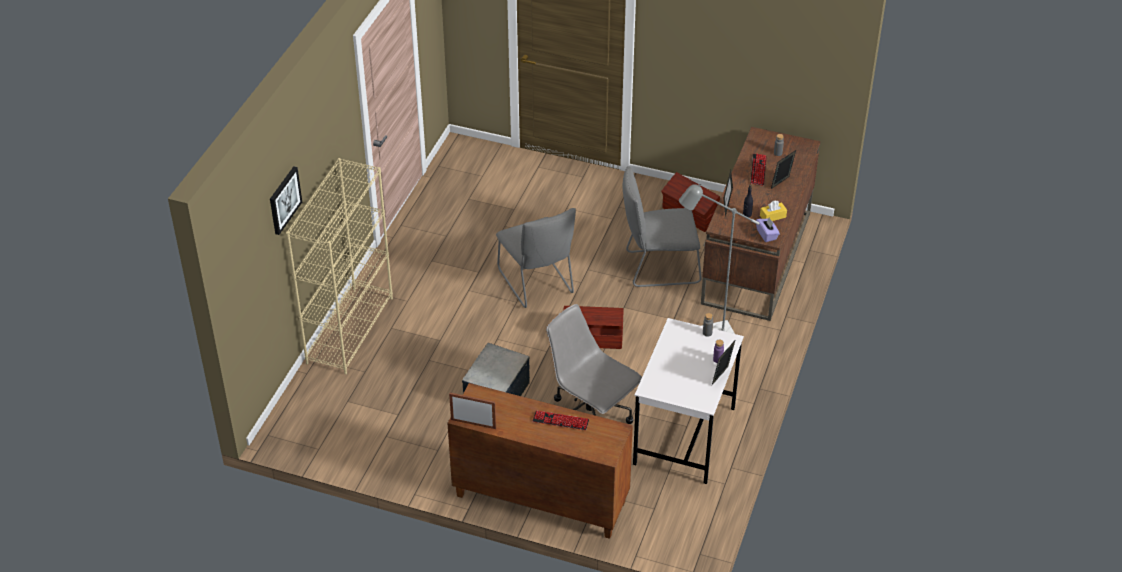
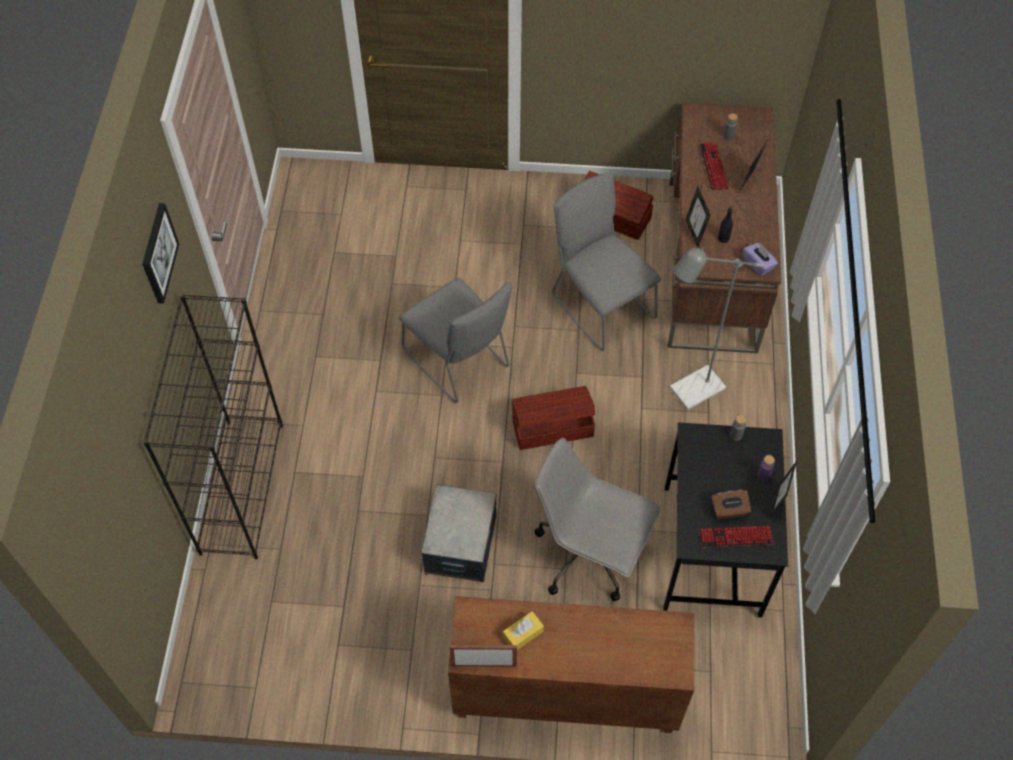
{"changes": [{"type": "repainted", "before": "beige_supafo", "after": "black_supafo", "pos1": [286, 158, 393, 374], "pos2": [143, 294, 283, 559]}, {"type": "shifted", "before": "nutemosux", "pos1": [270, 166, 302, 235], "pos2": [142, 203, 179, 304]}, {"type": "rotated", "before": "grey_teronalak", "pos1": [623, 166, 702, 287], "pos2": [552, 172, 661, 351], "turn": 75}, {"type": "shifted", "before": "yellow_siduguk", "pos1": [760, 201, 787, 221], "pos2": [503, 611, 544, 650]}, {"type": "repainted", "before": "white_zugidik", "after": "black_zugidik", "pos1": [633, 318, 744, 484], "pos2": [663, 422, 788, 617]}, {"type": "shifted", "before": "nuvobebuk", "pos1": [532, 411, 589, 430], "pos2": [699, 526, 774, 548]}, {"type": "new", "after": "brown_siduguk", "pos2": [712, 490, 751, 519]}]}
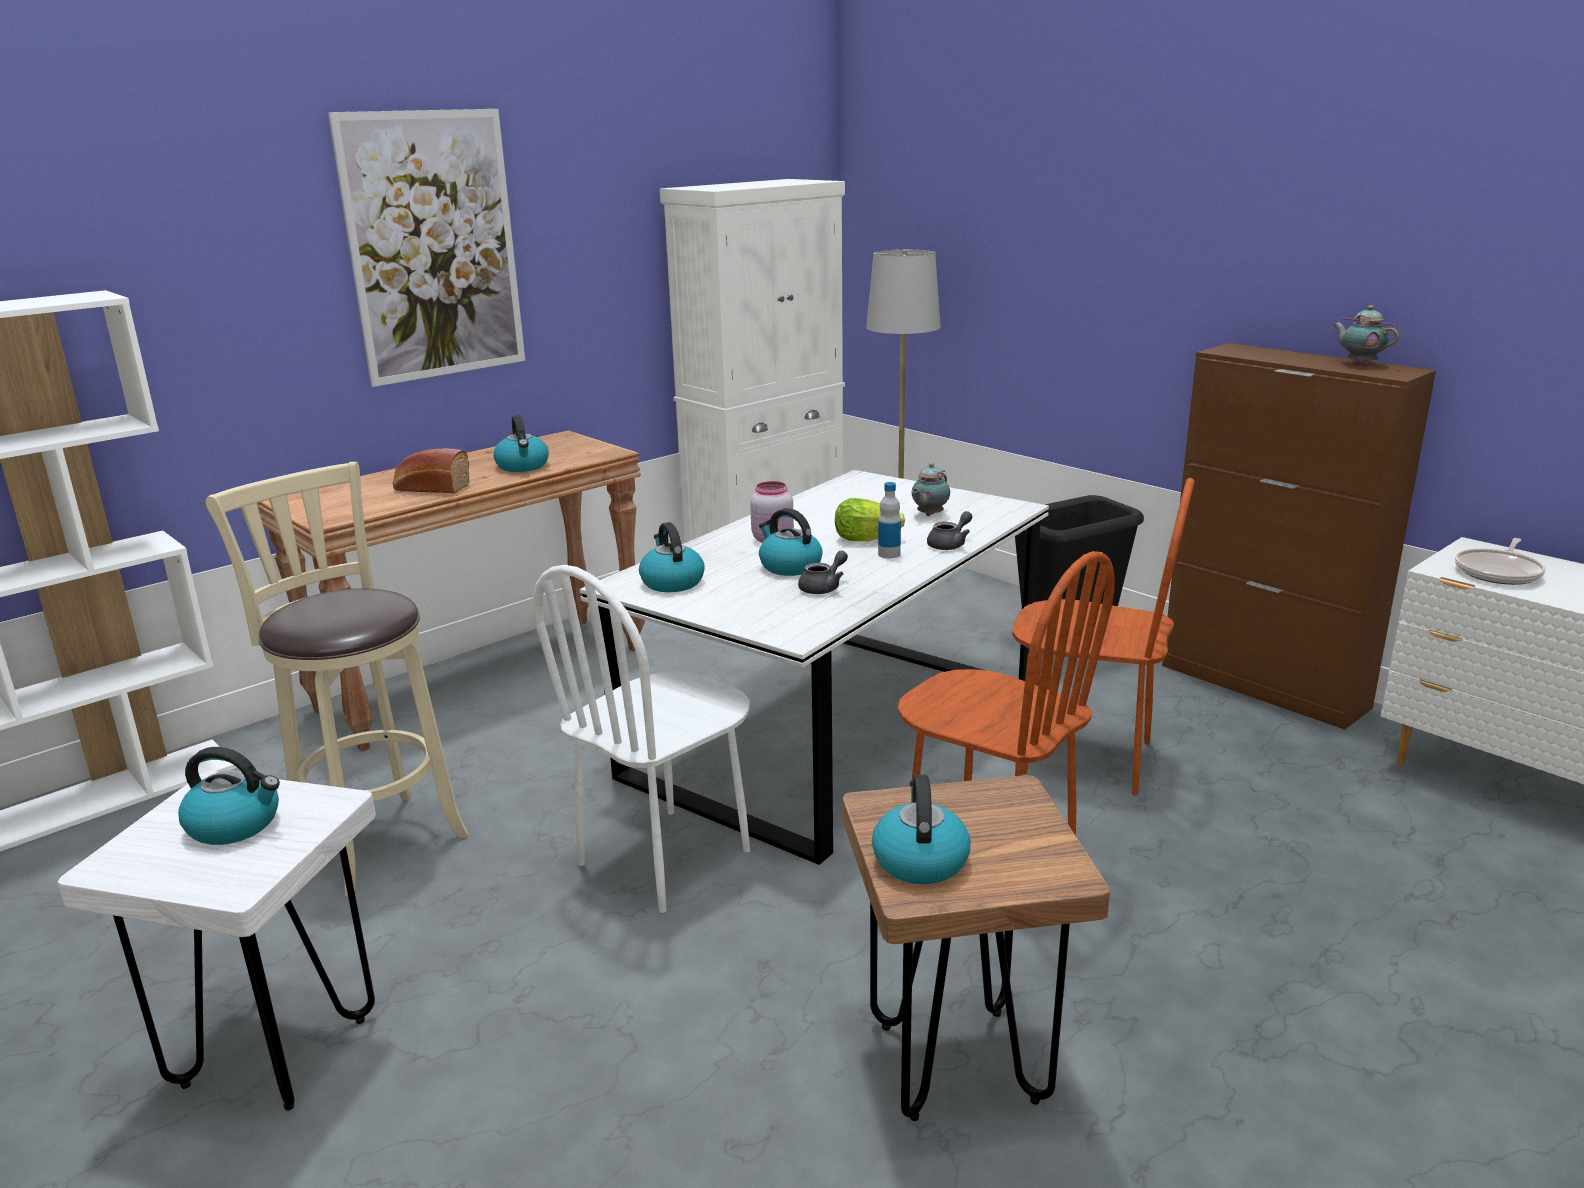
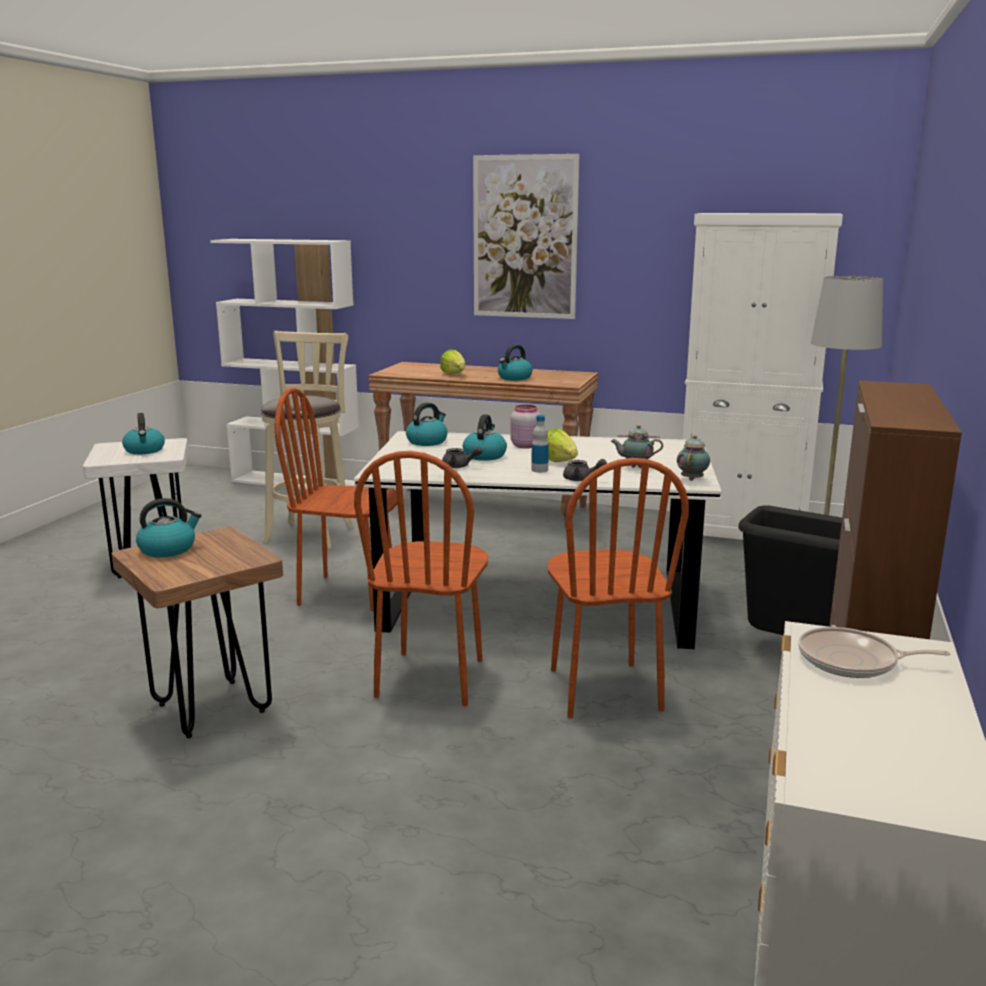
{"changes": [{"type": "shifted", "before": "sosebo", "pos1": [1333, 305, 1399, 365], "pos2": [677, 435, 710, 481]}, {"type": "swapped", "before": "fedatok", "after": "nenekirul", "pos1": [393, 448, 469, 494], "pos2": [440, 349, 465, 375]}, {"type": "repainted", "before": "white_teronalak", "after": "brown_teronalak", "pos1": [533, 565, 750, 913], "pos2": [275, 388, 397, 611]}]}
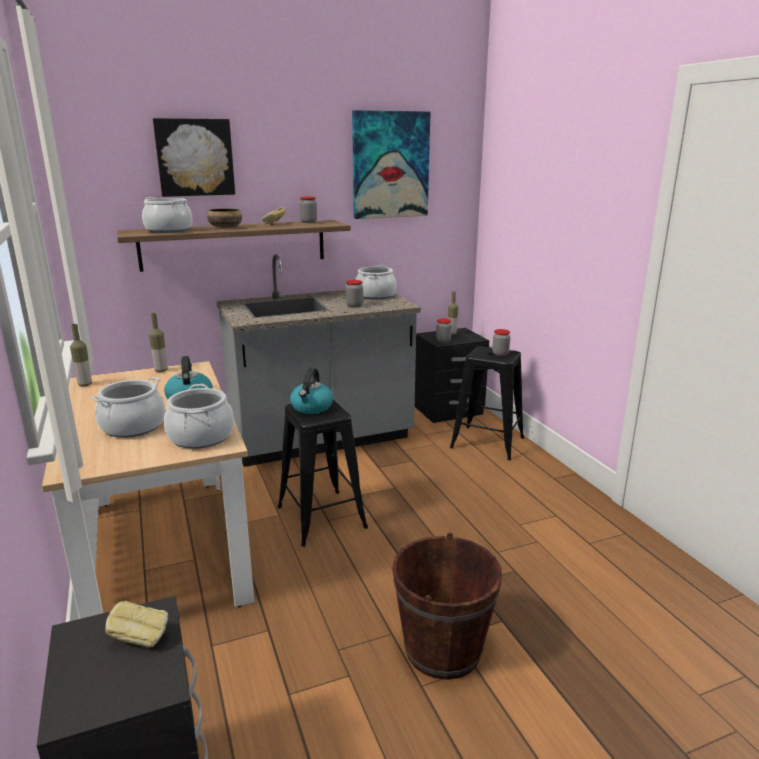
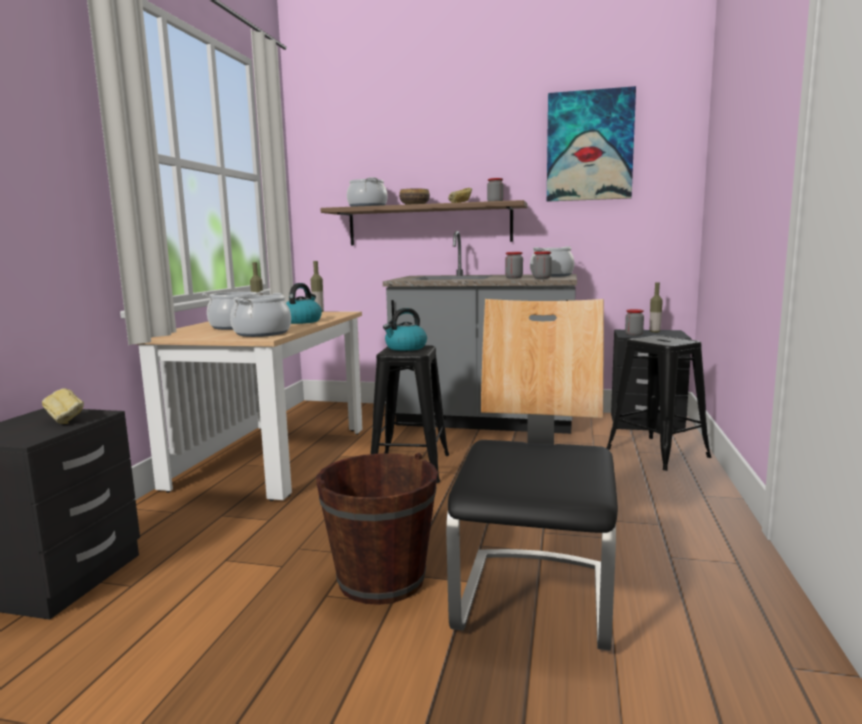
{"changes": [{"type": "gone", "before": "nutemosux", "pos1": [153, 118, 235, 197]}, {"type": "shifted", "before": "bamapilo", "pos1": [492, 329, 510, 356], "pos2": [533, 251, 552, 279]}, {"type": "new", "after": "teronalak", "pos2": [446, 299, 618, 651]}]}
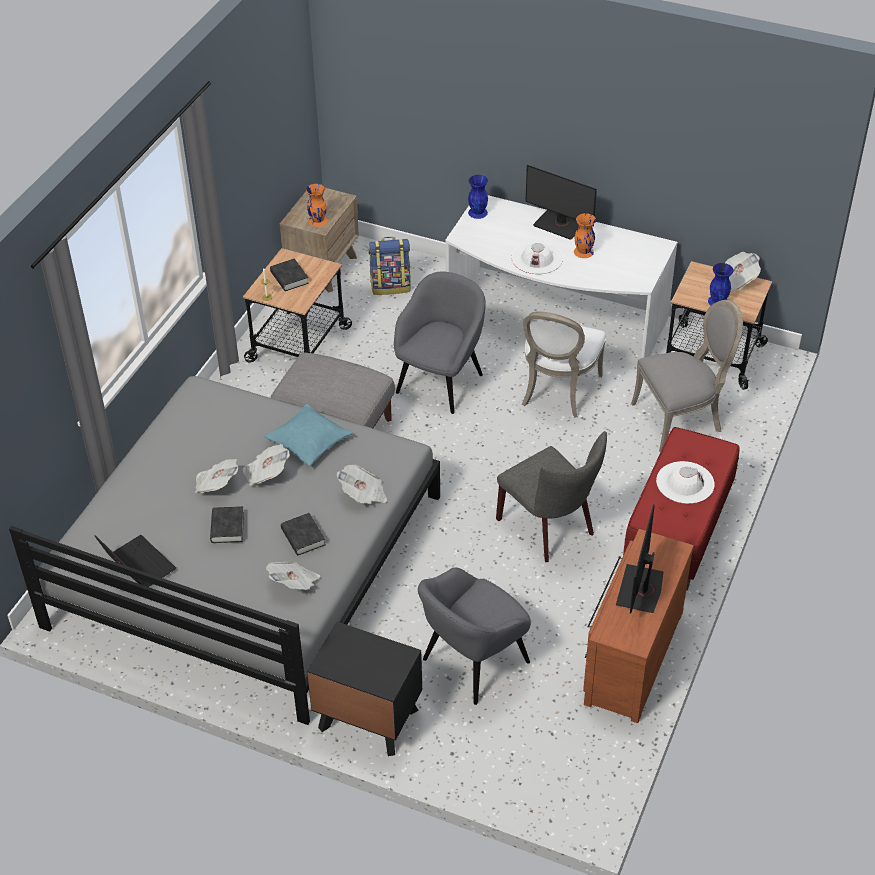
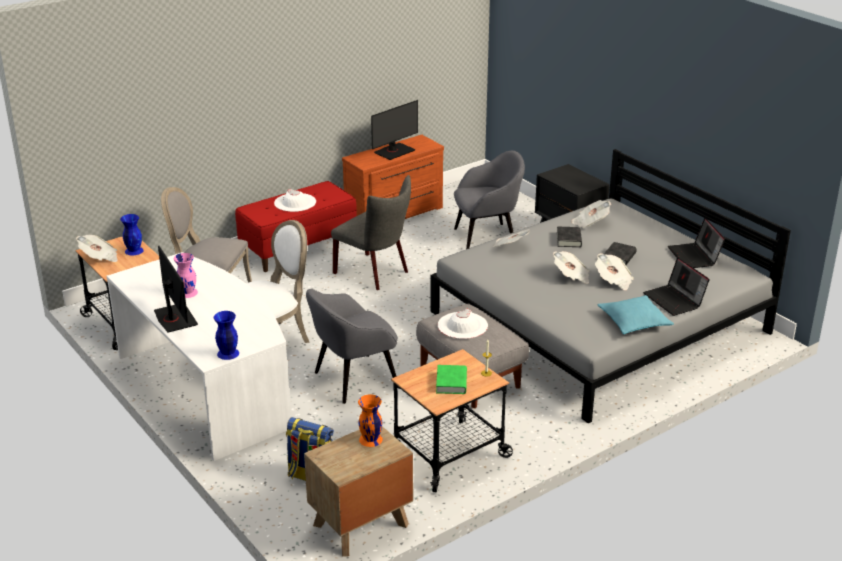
{"changes": [{"type": "repainted", "before": "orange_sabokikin", "after": "pink_sabokikin", "pos1": [574, 213, 596, 258], "pos2": [173, 253, 198, 298]}, {"type": "shifted", "before": "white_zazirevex", "pos1": [511, 241, 563, 274], "pos2": [438, 308, 488, 339]}, {"type": "repainted", "before": "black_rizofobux", "after": "green_rizofobux", "pos1": [270, 258, 309, 291], "pos2": [436, 365, 467, 394]}, {"type": "shifted", "before": "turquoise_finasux", "pos1": [264, 404, 353, 466], "pos2": [598, 295, 674, 334]}, {"type": "rotated", "before": "grey_teronalak", "pos1": [496, 431, 607, 562], "pos2": [331, 175, 411, 290], "turn": 135}, {"type": "new", "after": "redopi", "pos2": [643, 257, 710, 316]}]}
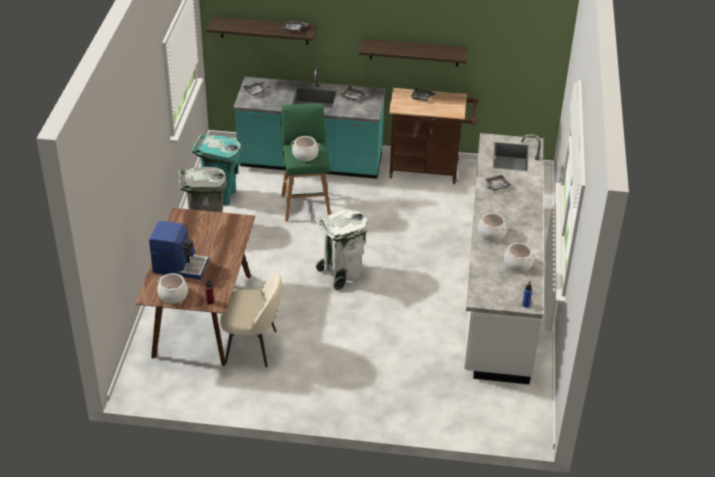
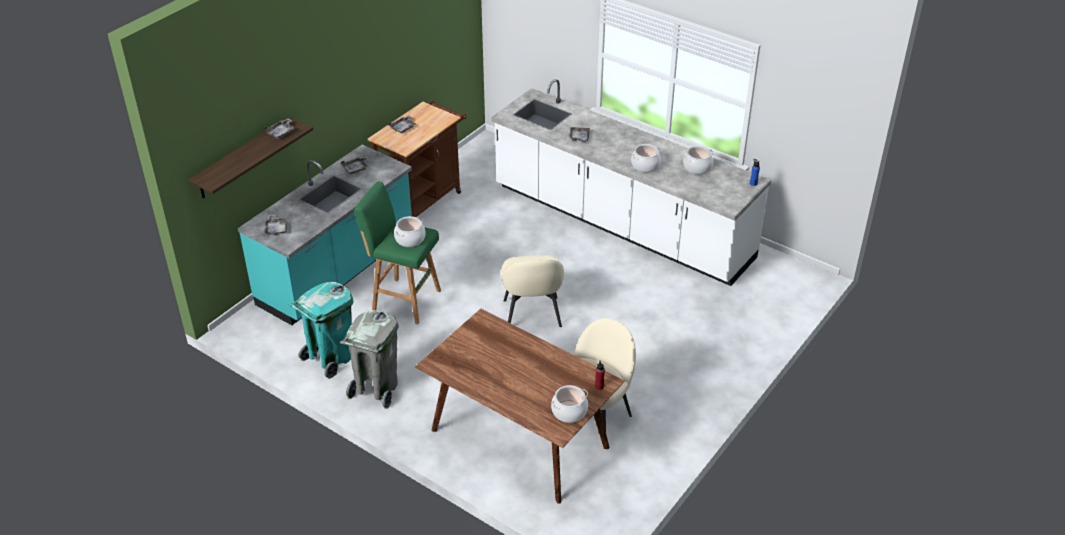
{"changes": [{"type": "gone", "before": "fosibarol", "pos1": [359, 39, 468, 67]}, {"type": "swapped", "before": "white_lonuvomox", "after": "beige_teronalak", "pos1": [315, 209, 368, 291], "pos2": [501, 255, 564, 327]}, {"type": "gone", "before": "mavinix", "pos1": [149, 221, 209, 280]}]}
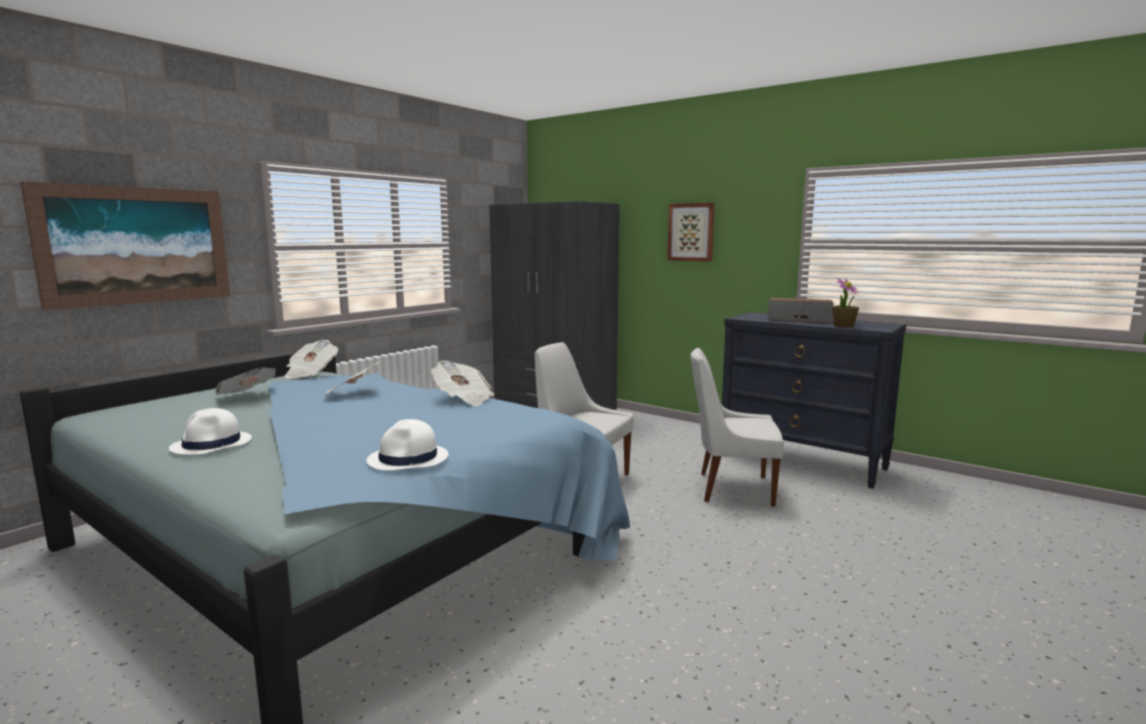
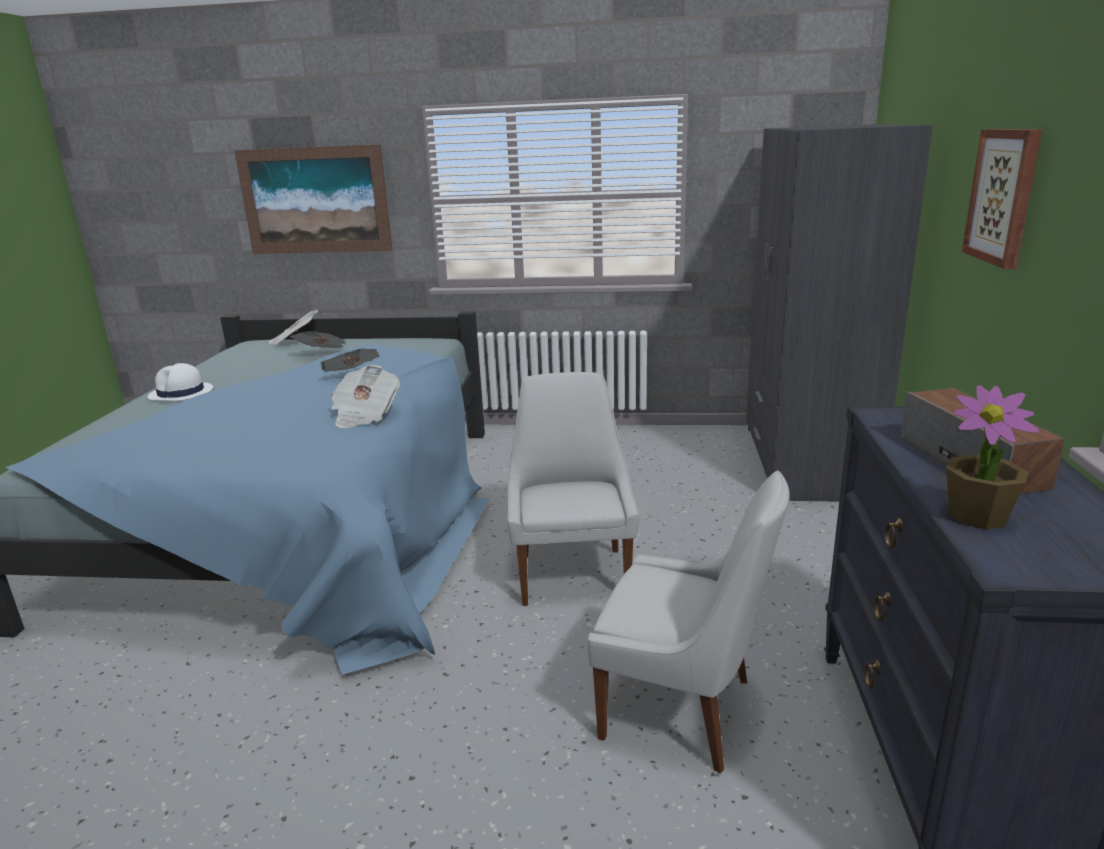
{"changes": [{"type": "shifted", "before": "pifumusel", "pos1": [284, 340, 338, 379], "pos2": [268, 310, 318, 345]}, {"type": "rotated", "before": "white_teronalak", "pos1": [691, 348, 784, 507], "pos2": [588, 470, 790, 774], "turn": 135}, {"type": "gone", "before": "white_zazirevex", "pos1": [366, 419, 449, 471]}]}
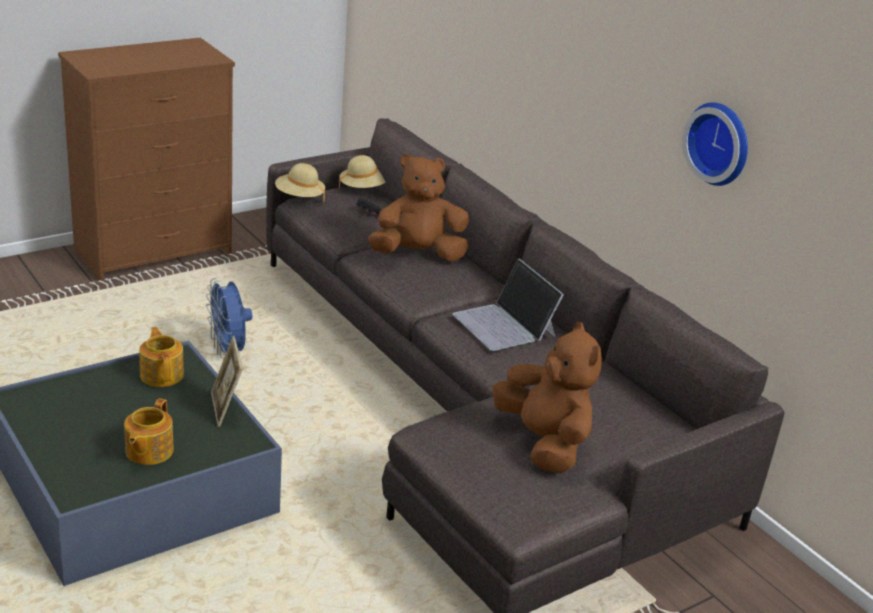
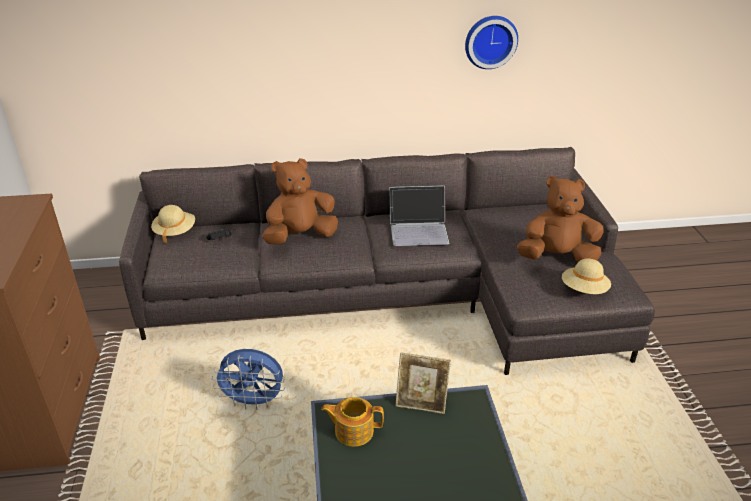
{"changes": [{"type": "rotated", "before": "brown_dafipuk", "pos1": [368, 154, 469, 261], "pos2": [262, 158, 338, 244], "turn": 45}, {"type": "shifted", "before": "beige_zazirevex", "pos1": [275, 163, 325, 202], "pos2": [562, 258, 611, 294]}, {"type": "gone", "before": "sosebo", "pos1": [124, 398, 174, 465]}]}
